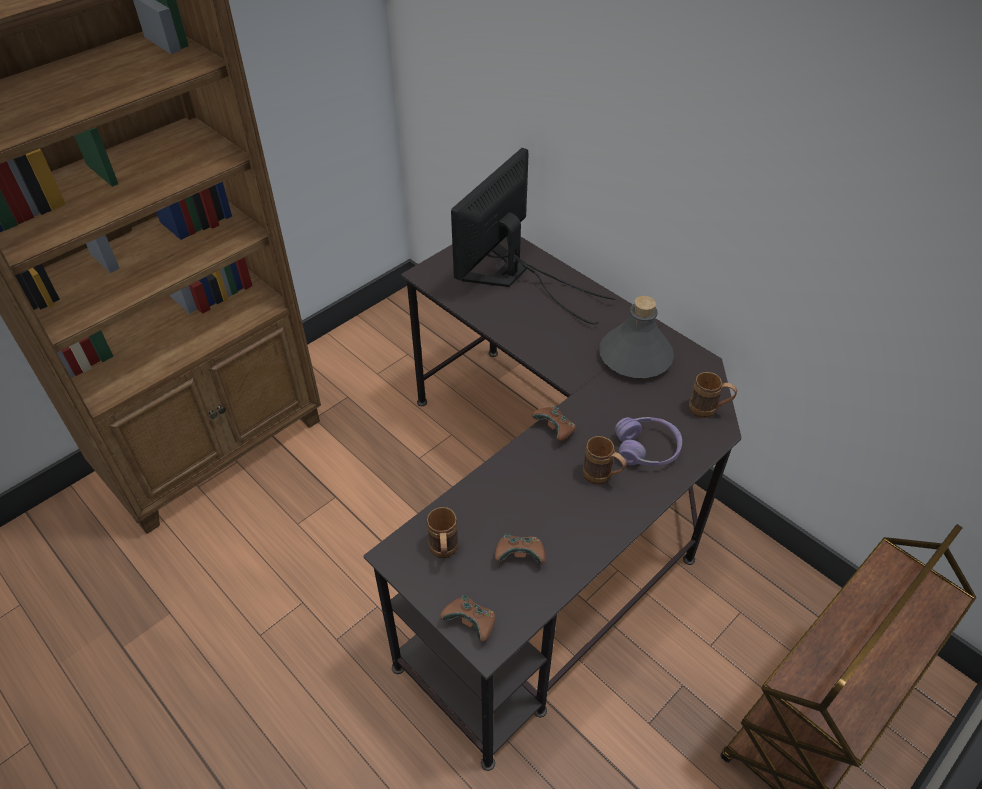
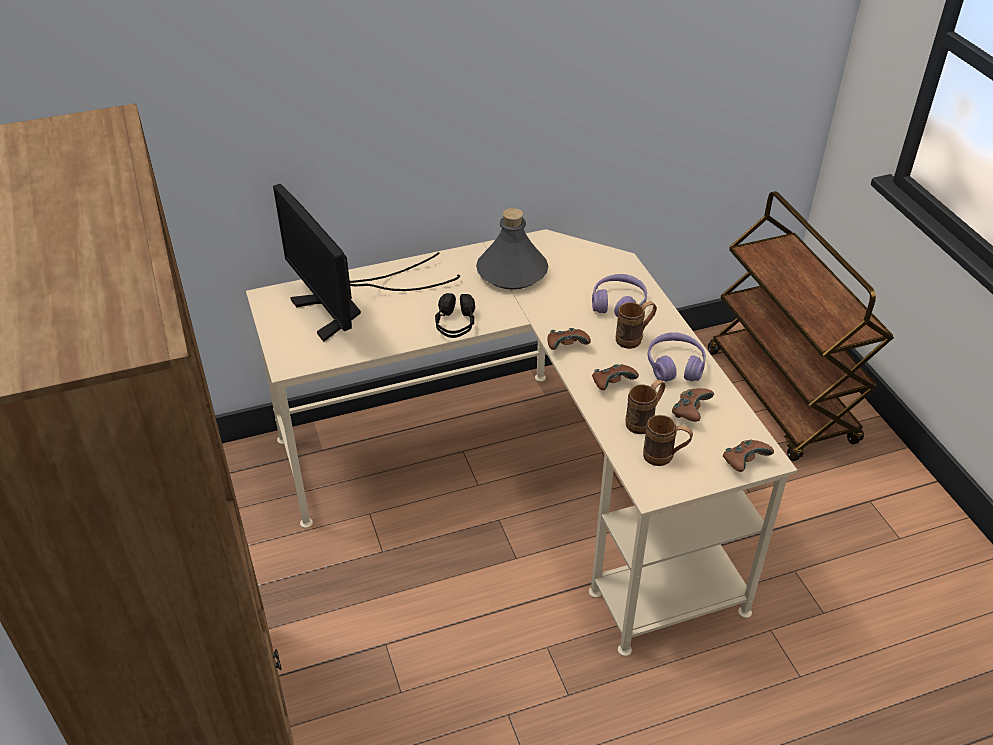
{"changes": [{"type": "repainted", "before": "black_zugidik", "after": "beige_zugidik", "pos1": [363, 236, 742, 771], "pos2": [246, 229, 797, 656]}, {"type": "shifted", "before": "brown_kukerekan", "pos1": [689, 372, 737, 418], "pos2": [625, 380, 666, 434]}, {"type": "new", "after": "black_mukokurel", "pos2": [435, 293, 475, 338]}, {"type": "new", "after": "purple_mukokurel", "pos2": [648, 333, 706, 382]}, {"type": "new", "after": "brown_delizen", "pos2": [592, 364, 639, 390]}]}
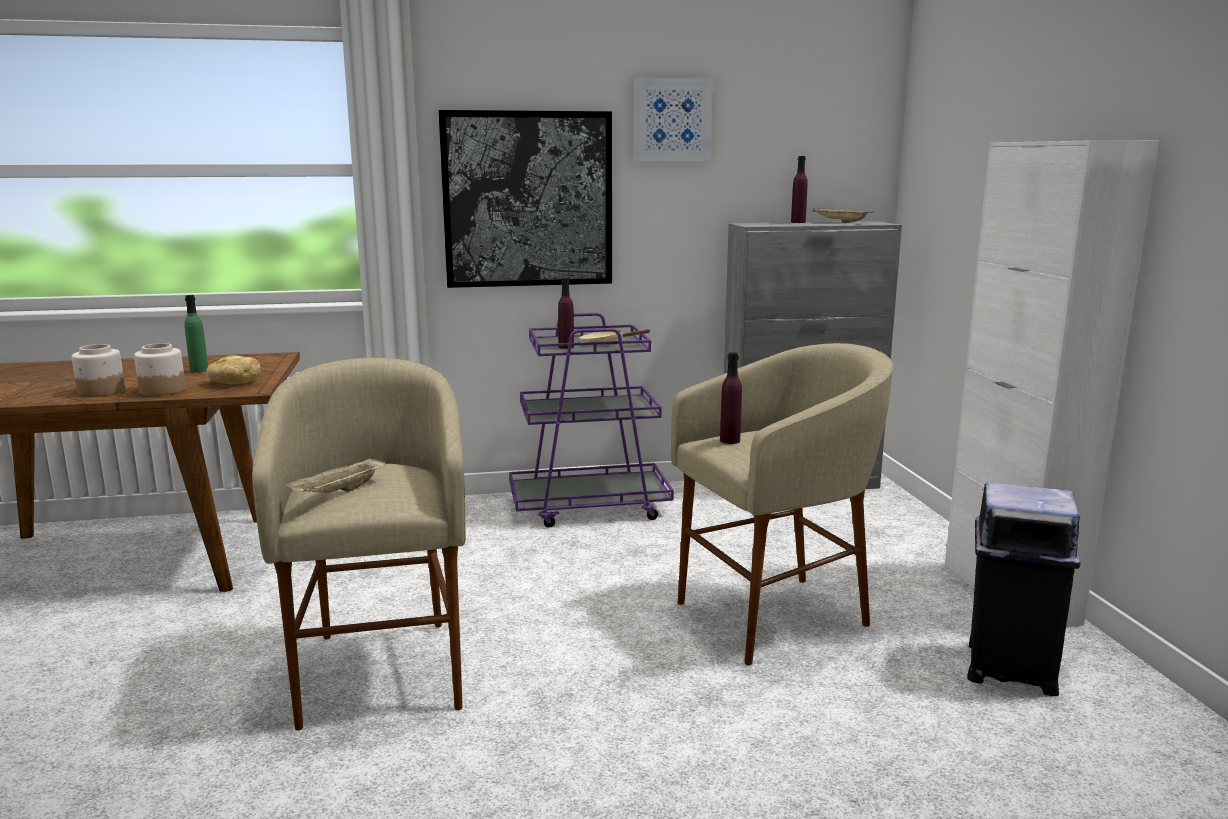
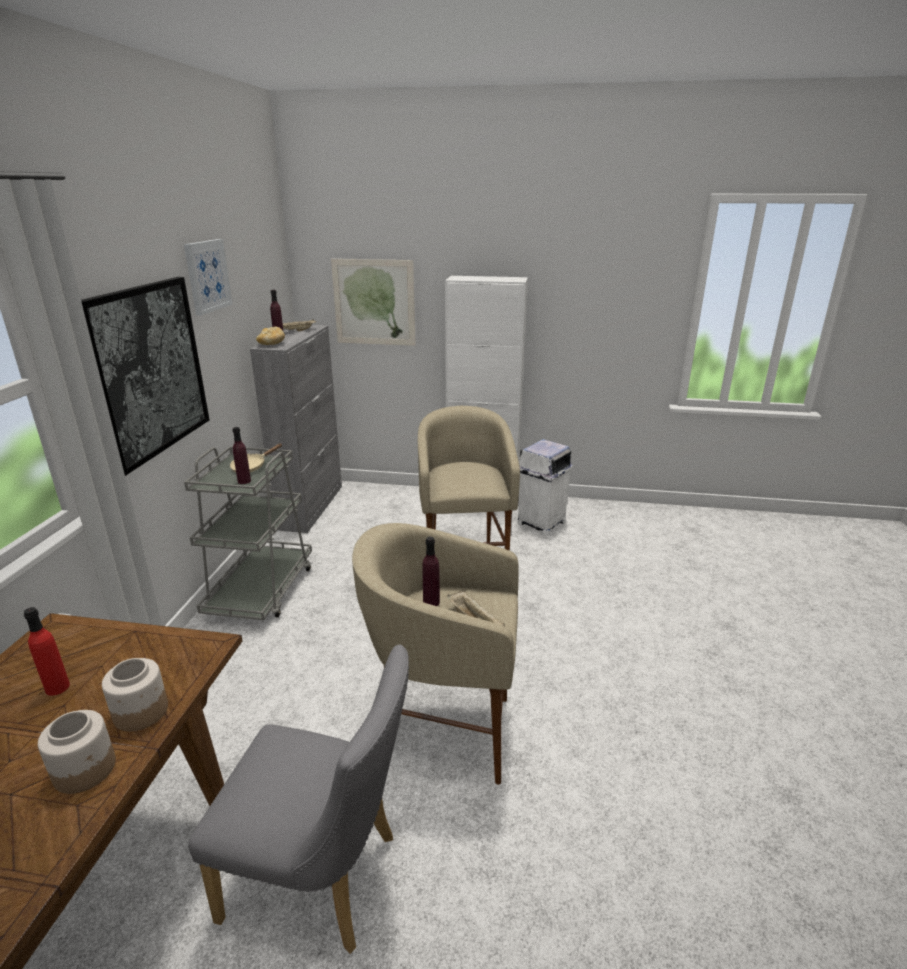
{"changes": [{"type": "repainted", "before": "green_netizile", "after": "red_netizile", "pos1": [184, 295, 208, 373], "pos2": [24, 607, 70, 696]}, {"type": "repainted", "before": "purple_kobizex", "after": "grey_kobizex", "pos1": [509, 313, 674, 528], "pos2": [184, 446, 312, 620]}, {"type": "shifted", "before": "purple_netizile", "pos1": [720, 352, 742, 444], "pos2": [422, 537, 440, 606]}, {"type": "shifted", "before": "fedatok", "pos1": [207, 356, 261, 384], "pos2": [256, 327, 285, 345]}, {"type": "repainted", "before": "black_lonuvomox", "after": "white_lonuvomox", "pos1": [967, 482, 1080, 696], "pos2": [518, 439, 573, 535]}, {"type": "new", "after": "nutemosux", "pos2": [331, 259, 416, 346]}, {"type": "new", "after": "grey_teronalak", "pos2": [188, 644, 409, 954]}]}
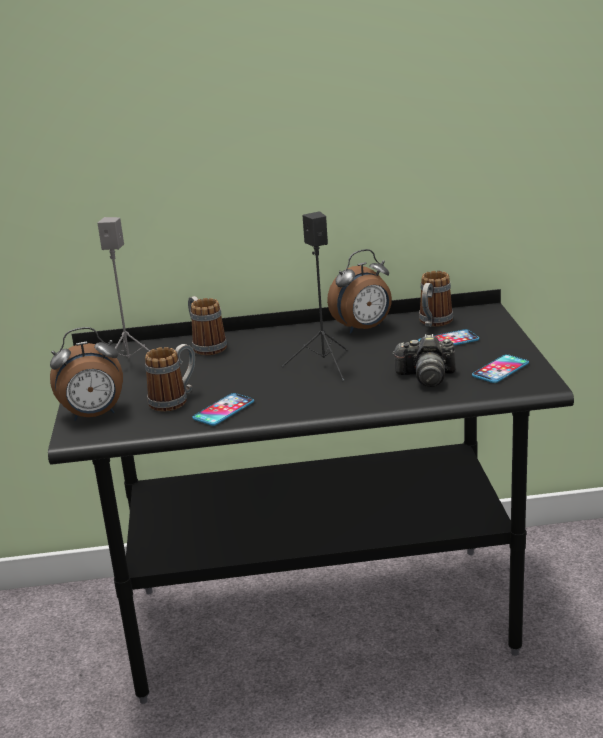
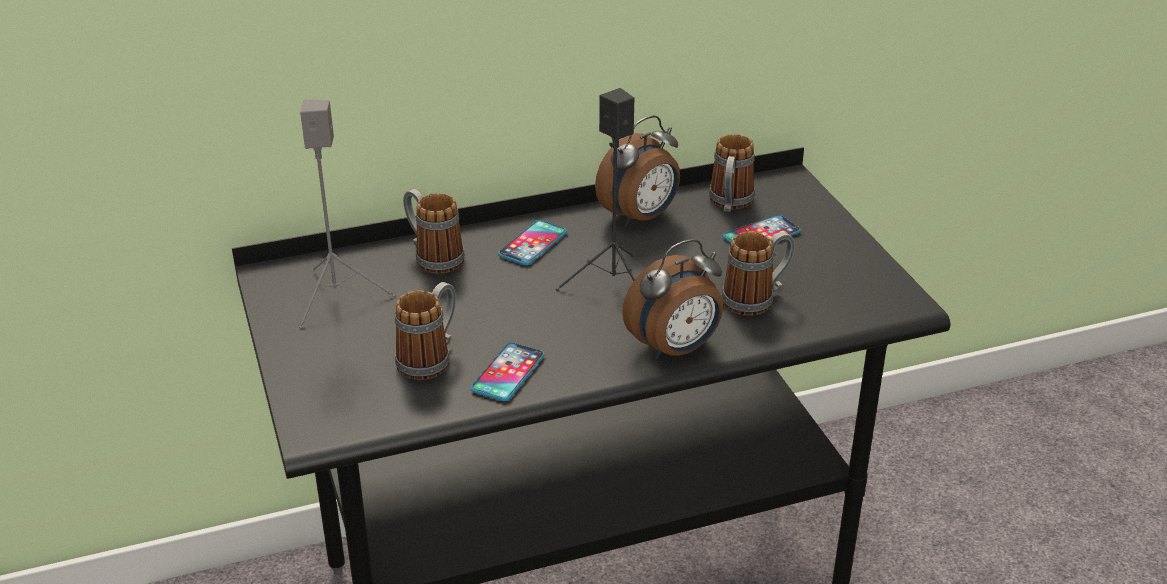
{"changes": [{"type": "shifted", "before": "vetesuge", "pos1": [50, 327, 123, 421], "pos2": [622, 239, 723, 360]}, {"type": "swapped", "before": "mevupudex", "after": "kukerekan", "pos1": [392, 334, 456, 387], "pos2": [722, 231, 795, 316]}, {"type": "shifted", "before": "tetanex", "pos1": [472, 354, 529, 383], "pos2": [498, 220, 567, 265]}]}
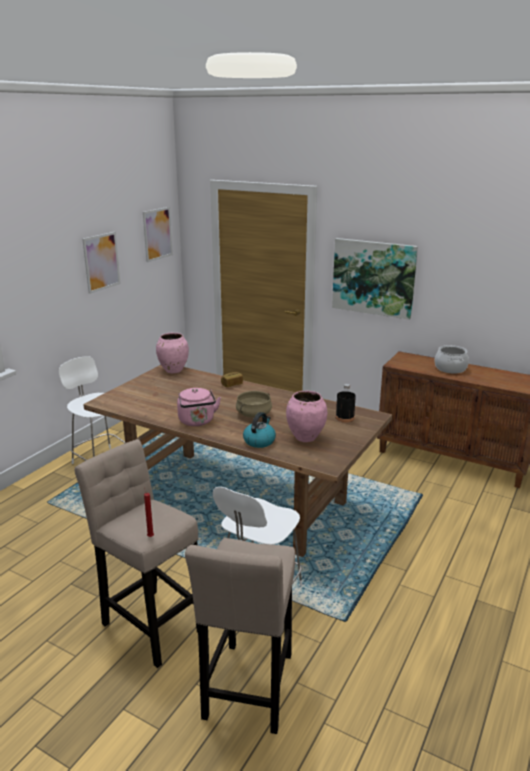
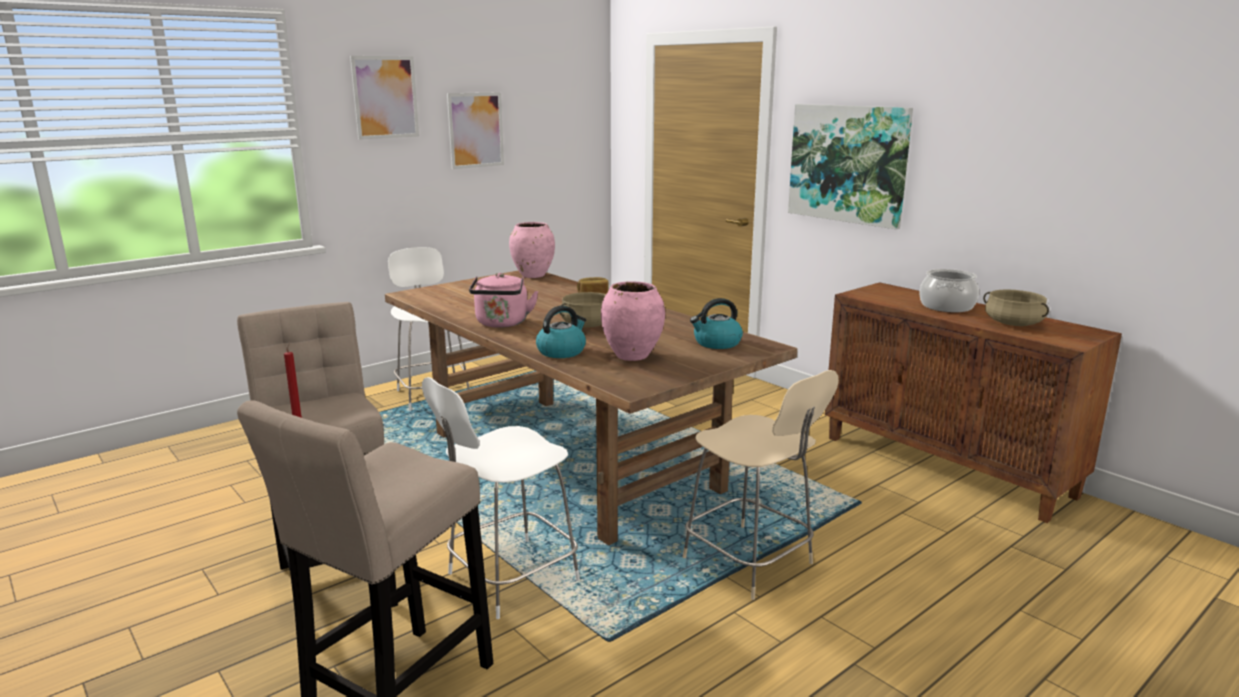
{"changes": [{"type": "shifted", "before": "nutemosux", "pos1": [143, 207, 173, 262], "pos2": [350, 56, 419, 140]}, {"type": "swapped", "before": "black_netizile", "after": "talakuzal", "pos1": [336, 384, 356, 422], "pos2": [690, 298, 743, 349]}, {"type": "new", "after": "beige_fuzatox", "pos2": [983, 289, 1049, 326]}, {"type": "new", "after": "beige_teronalak", "pos2": [683, 370, 839, 600]}]}
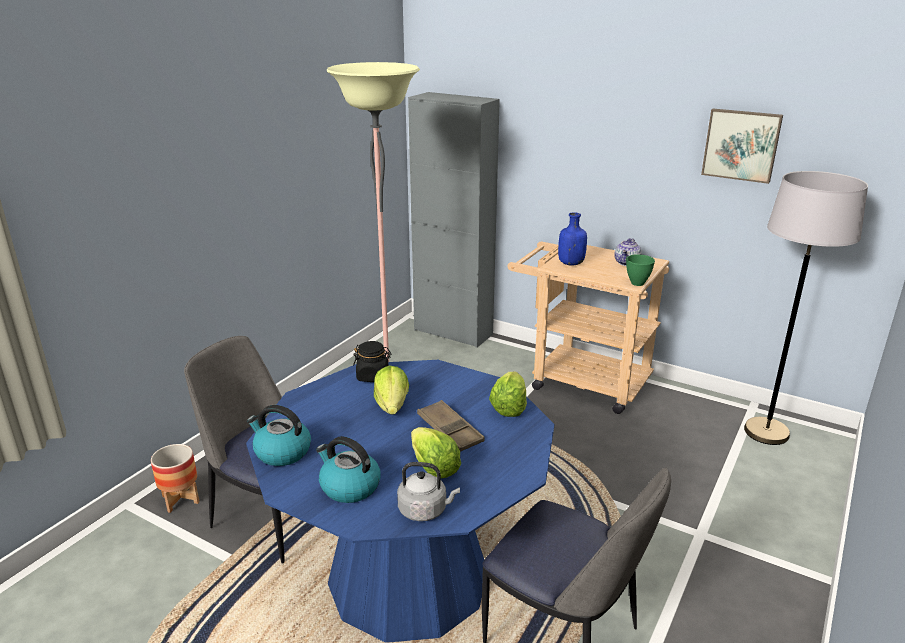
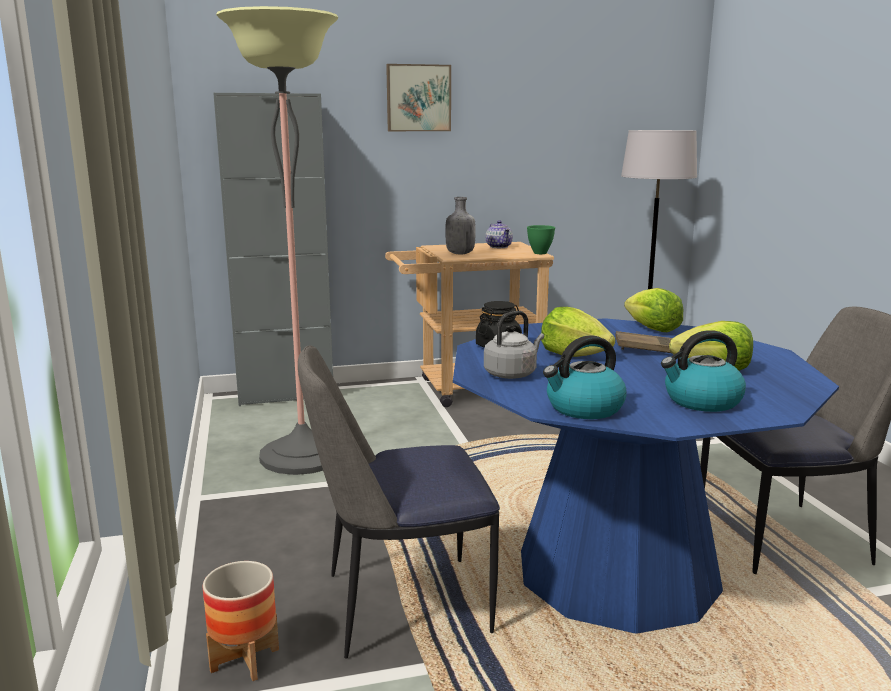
{"changes": [{"type": "shifted", "before": "nutemosux", "pos1": [701, 109, 783, 184], "pos2": [386, 64, 451, 131]}, {"type": "repainted", "before": "blue_netizile", "after": "grey_netizile", "pos1": [558, 212, 587, 266], "pos2": [445, 197, 476, 254]}, {"type": "shifted", "before": "grey_talakuzal", "pos1": [397, 462, 460, 521], "pos2": [484, 311, 544, 379]}]}
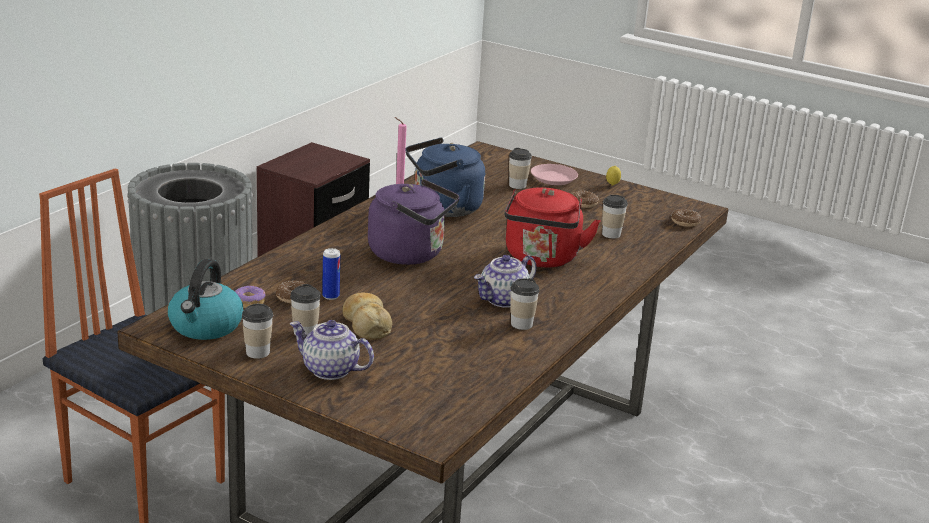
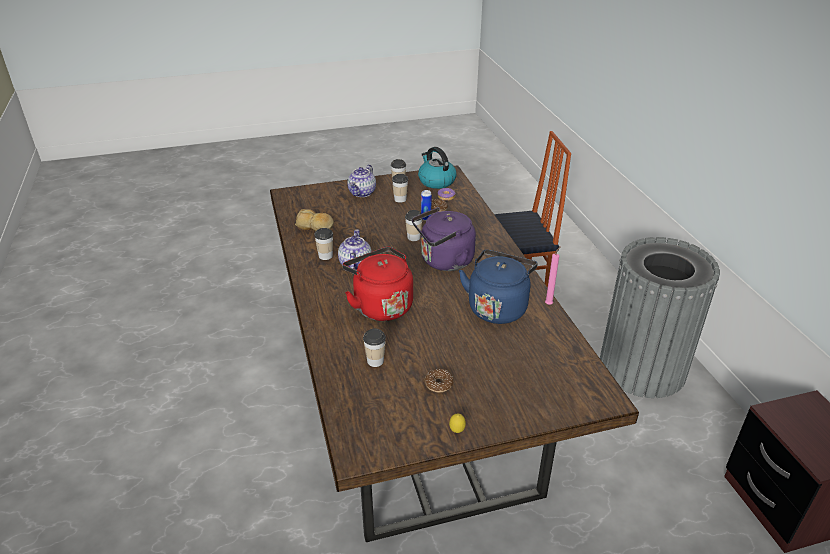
{"changes": [{"type": "shifted", "before": "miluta", "pos1": [509, 148, 532, 189], "pos2": [405, 210, 422, 241]}, {"type": "gone", "before": "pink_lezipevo", "pos1": [531, 164, 578, 185]}, {"type": "gone", "before": "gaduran", "pos1": [671, 209, 701, 227]}, {"type": "shifted", "before": "fedatok", "pos1": [343, 293, 392, 340], "pos2": [295, 209, 334, 231]}, {"type": "rotated", "before": "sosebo", "pos1": [290, 320, 374, 380], "pos2": [347, 164, 376, 197], "turn": 135}]}
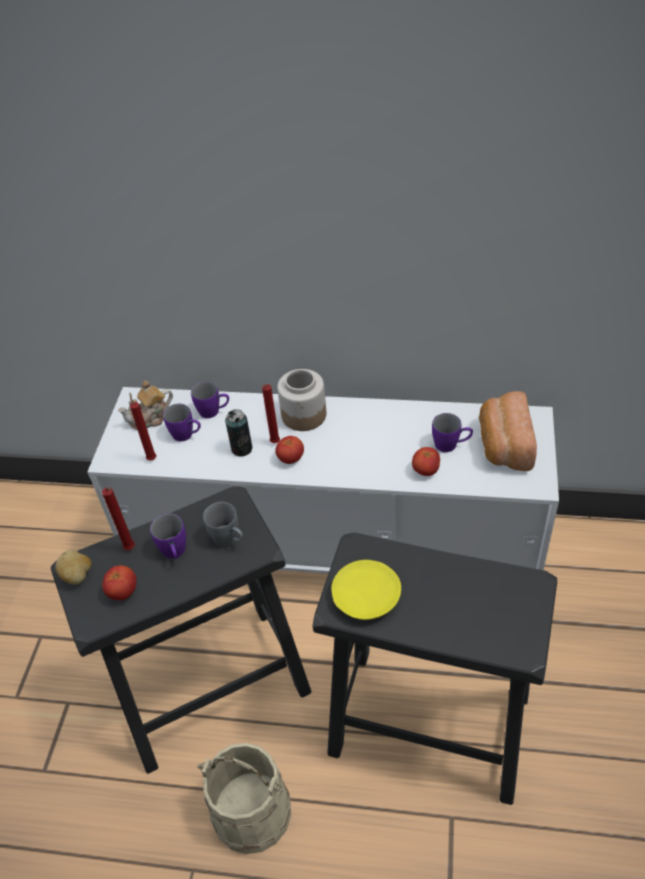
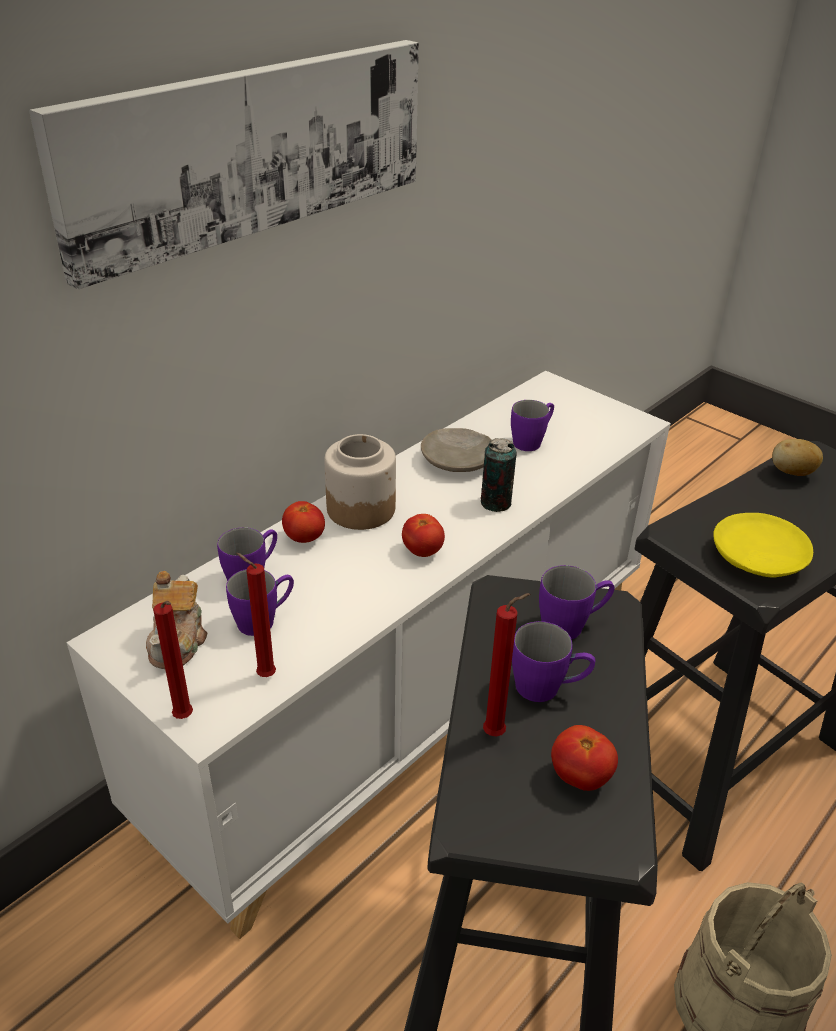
{"changes": [{"type": "shifted", "before": "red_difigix", "pos1": [262, 384, 280, 443], "pos2": [153, 601, 193, 719]}, {"type": "gone", "before": "fedatok", "pos1": [479, 391, 537, 471]}, {"type": "shifted", "before": "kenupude", "pos1": [225, 409, 252, 457], "pos2": [481, 438, 517, 512]}, {"type": "shifted", "before": "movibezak", "pos1": [412, 447, 440, 476], "pos2": [282, 501, 325, 543]}, {"type": "repainted", "before": "grey_kukerekan", "after": "purple_kukerekan", "pos1": [203, 502, 243, 546], "pos2": [539, 565, 615, 640]}, {"type": "shifted", "before": "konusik", "pos1": [55, 550, 92, 585], "pos2": [772, 439, 823, 476]}, {"type": "new", "after": "nutemosux", "pos2": [29, 40, 419, 290]}, {"type": "new", "after": "beige_lezipevo", "pos2": [421, 428, 491, 472]}]}
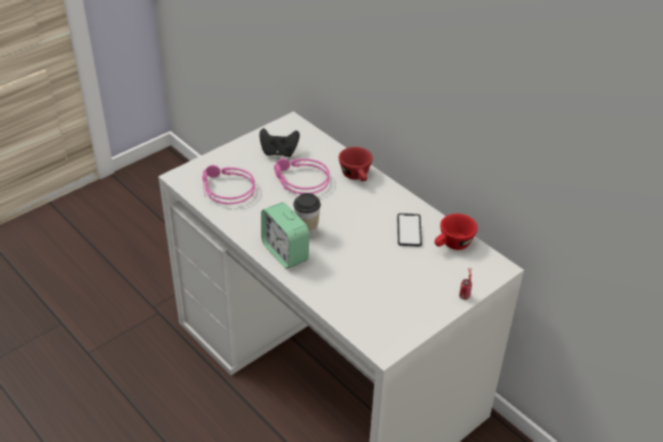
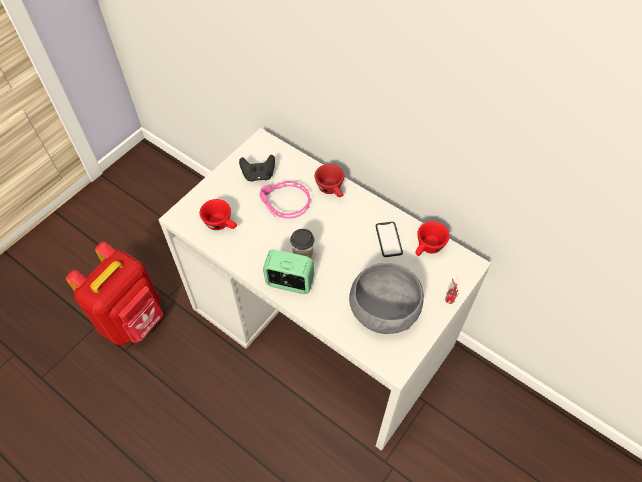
{"changes": [{"type": "swapped", "before": "pink_mukokurel", "after": "red_miluta", "pos1": [202, 165, 255, 205], "pos2": [200, 199, 237, 230]}, {"type": "rotated", "before": "vetesuge", "pos1": [261, 202, 310, 269], "pos2": [263, 249, 314, 294], "turn": 150}, {"type": "new", "after": "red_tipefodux", "pos2": [66, 241, 163, 345]}, {"type": "new", "after": "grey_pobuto", "pos2": [349, 263, 424, 334]}]}
